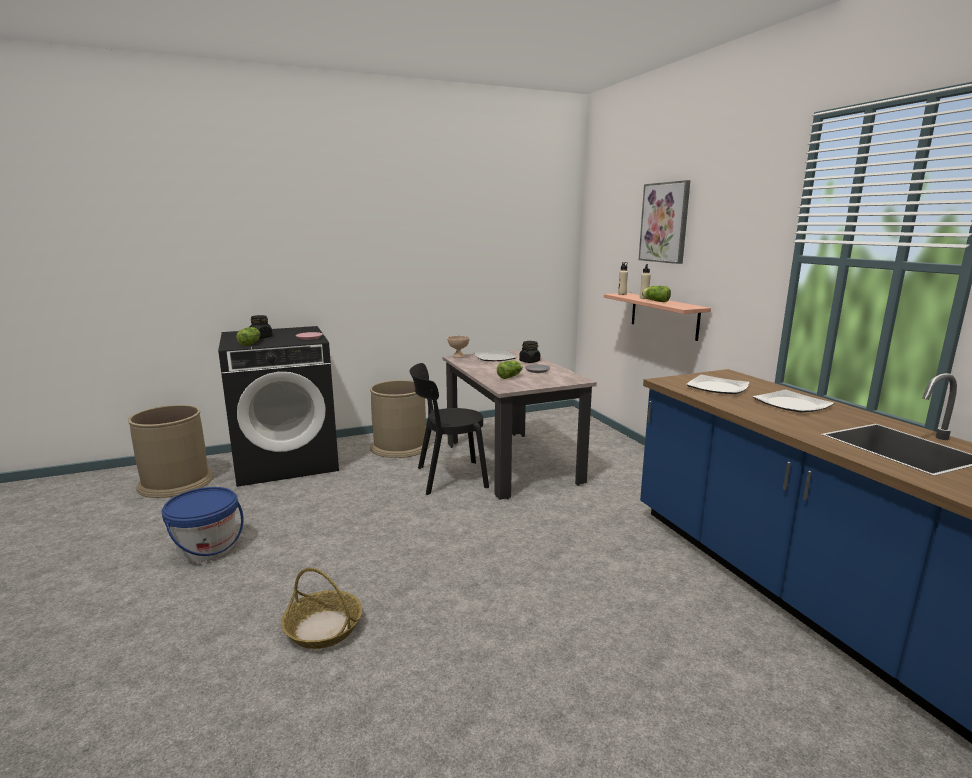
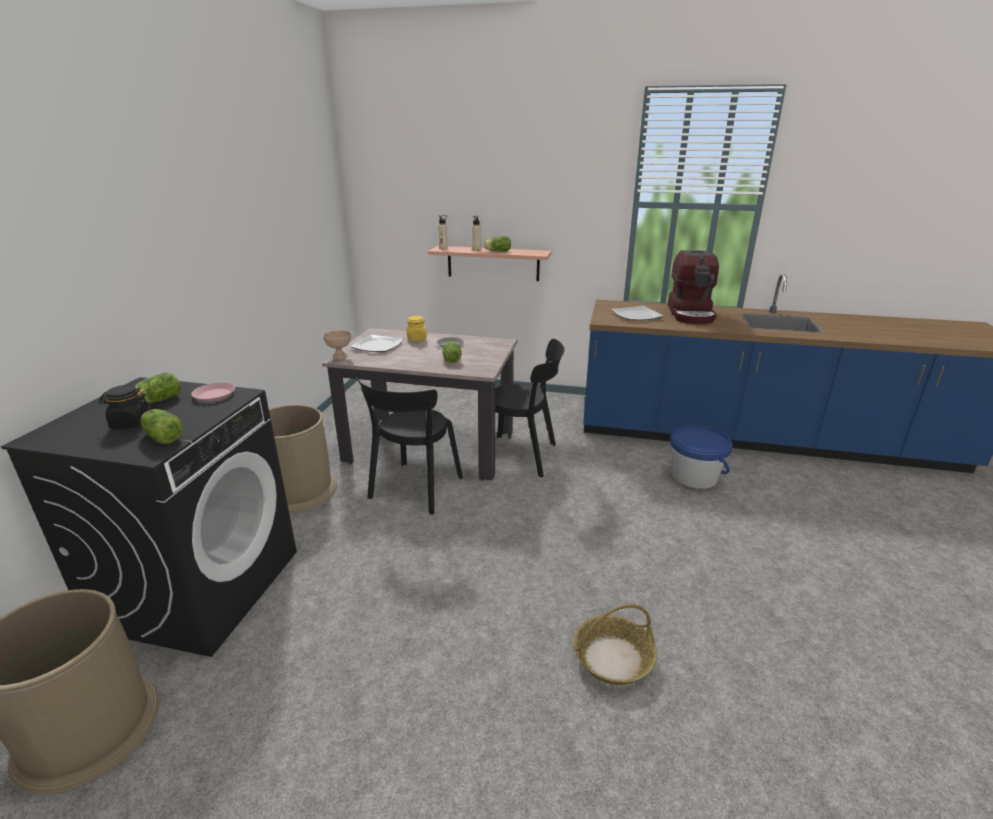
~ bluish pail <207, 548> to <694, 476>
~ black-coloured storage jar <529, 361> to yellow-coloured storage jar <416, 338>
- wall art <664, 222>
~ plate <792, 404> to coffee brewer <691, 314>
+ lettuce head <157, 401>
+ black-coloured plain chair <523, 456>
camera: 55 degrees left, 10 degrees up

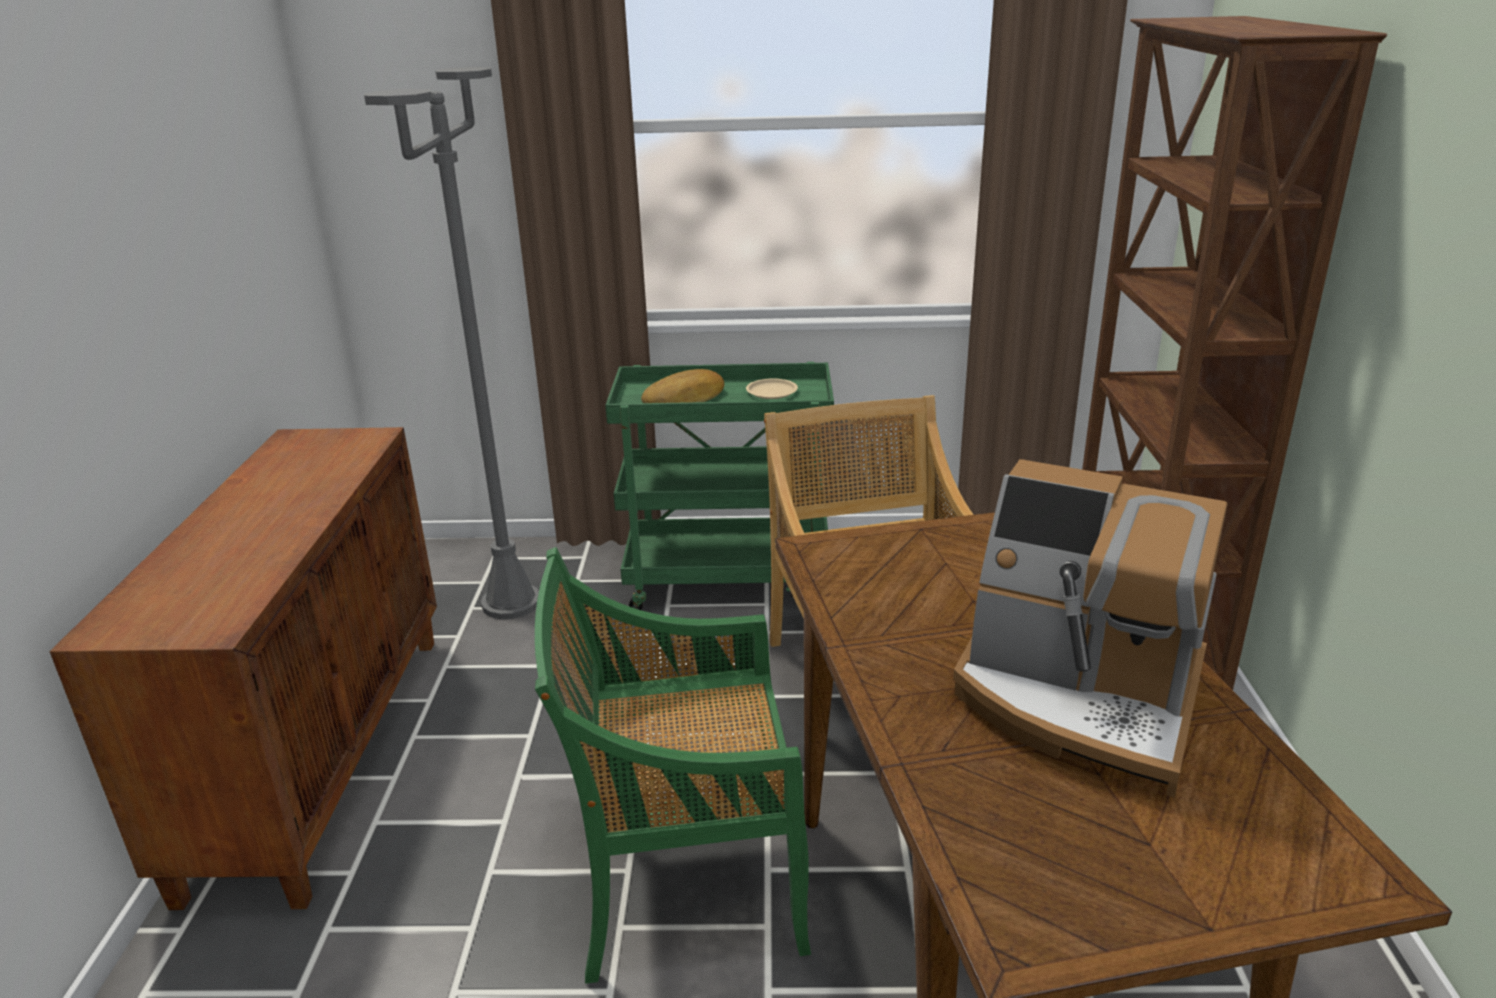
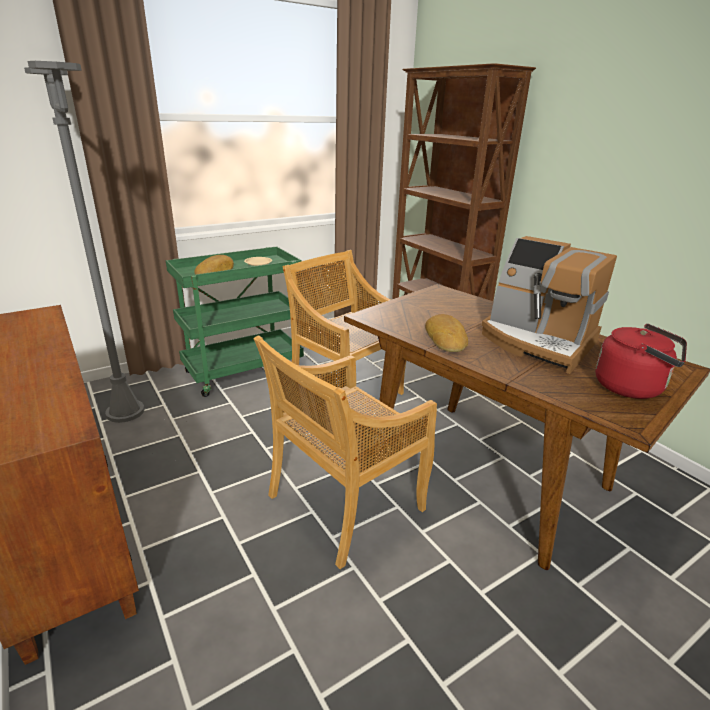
~ green-coloured plain chair <684, 881> to beige plain chair <344, 504>
~ coffee brewer <1079, 699> = <537, 342> 45 degrees clockwise
+ baked bread <447, 339>
+ reddish kettle <632, 388>
camera: 35 degrees left, 0 degrees up

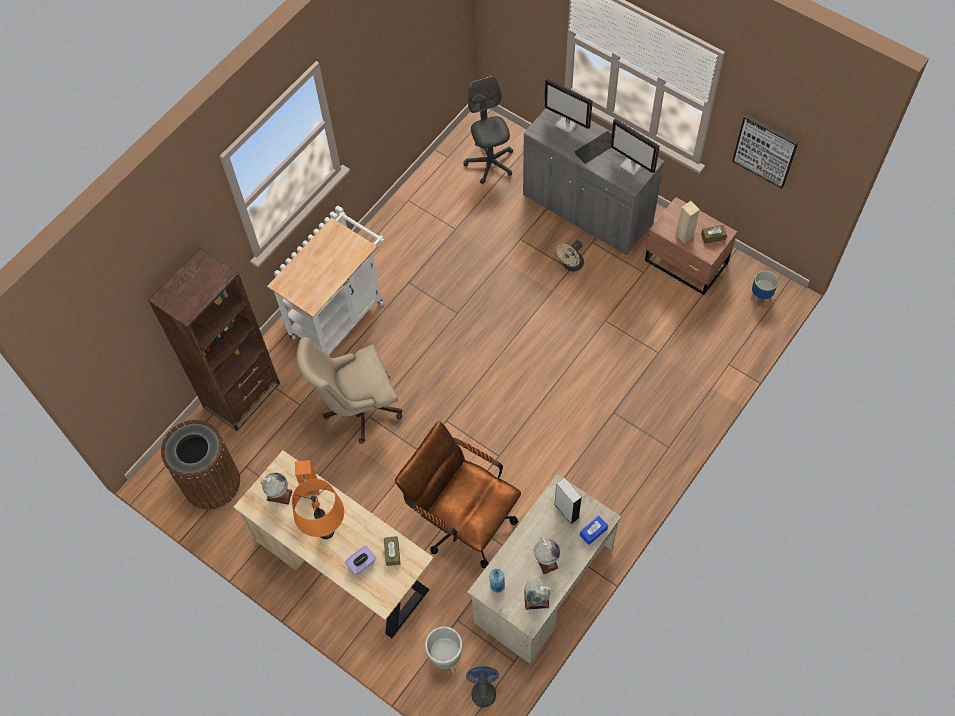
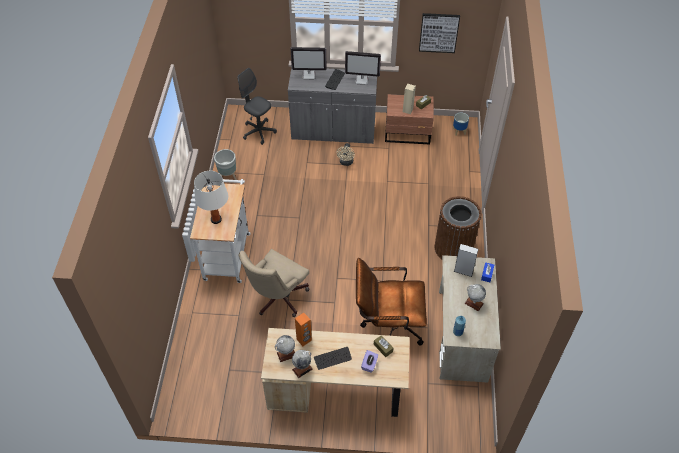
- brownish bookcase <242, 395>
~ brownish waste bin <211, 482> to <453, 248>
~ orange-coloured tabletop lamp <326, 531> to keyboard <332, 358>
~ greyish flower pot <446, 659> to <228, 178>
- bluish cooling fan <483, 690>
~ globe <536, 600> to <302, 369>
+ white tabletop lamp <216, 219>
camera: 35 degrees left, 10 degrees down

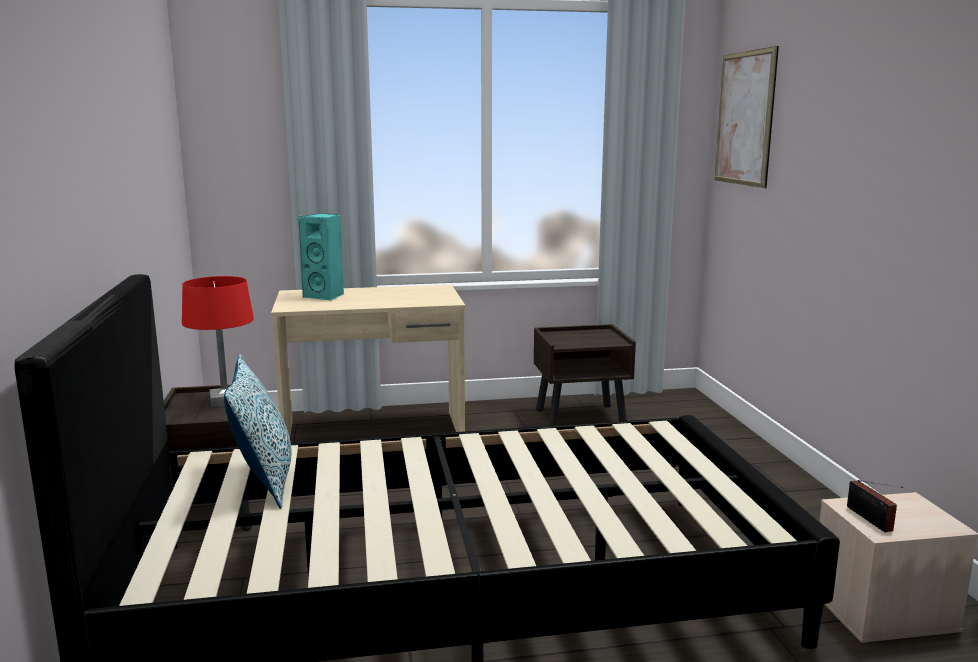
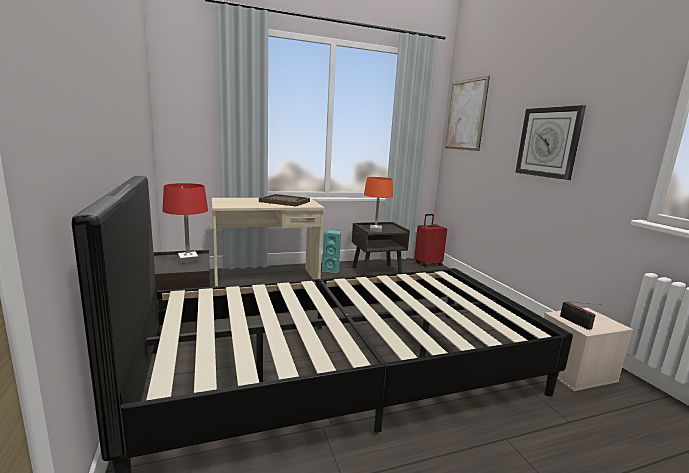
- cushion <265, 481>
~ turquoise loudspeaker <326, 296> to <332, 270>
+ brownish carrying tray <284, 201>
+ orange-coloured tabletop lamp <375, 230>
+ reddish travel case <428, 264>
+ clock on the wall <548, 142>
camera: 10 degrees left, 0 degrees up

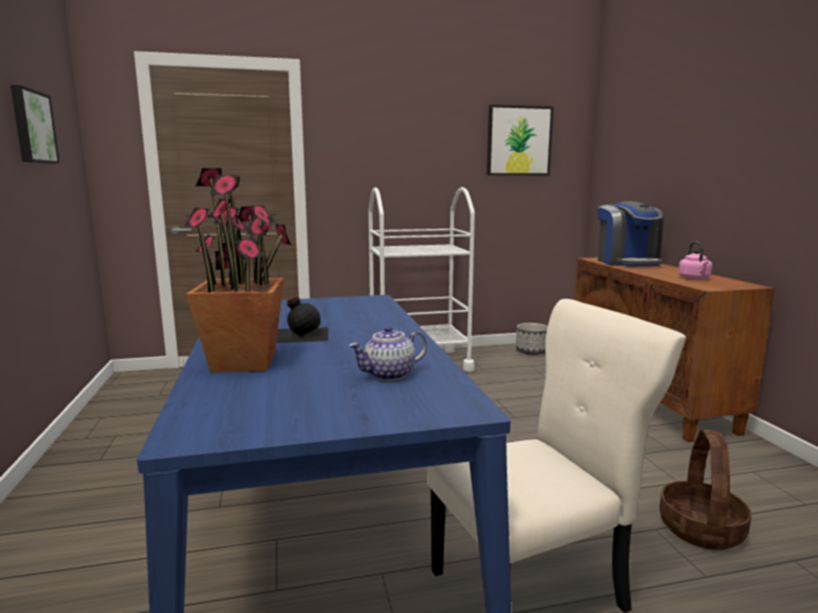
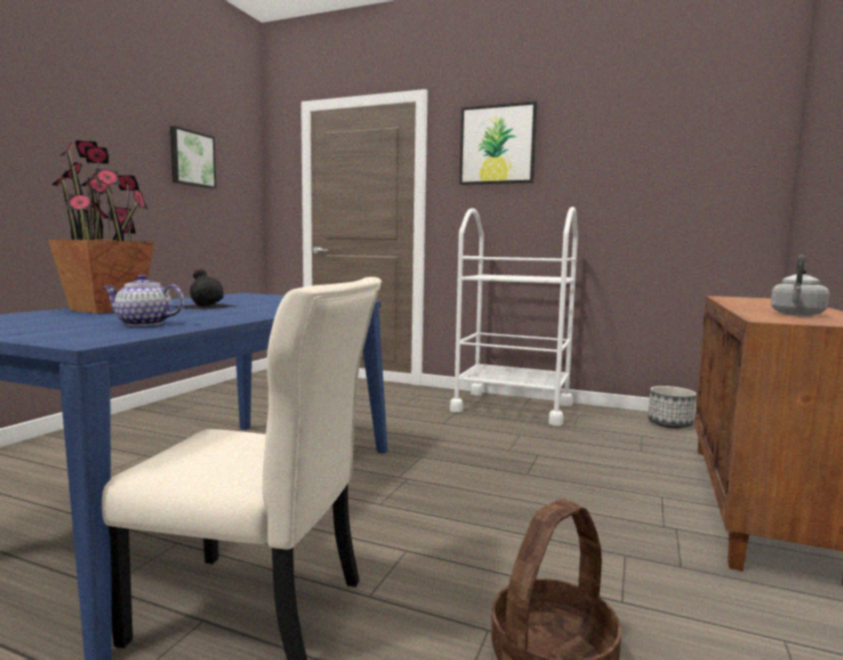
~ wall art <519, 141> to <497, 145>
- coffee brewer <627, 262>
~ pink kettle <694, 278> to greyish kettle <797, 314>
camera: 35 degrees right, 5 degrees down

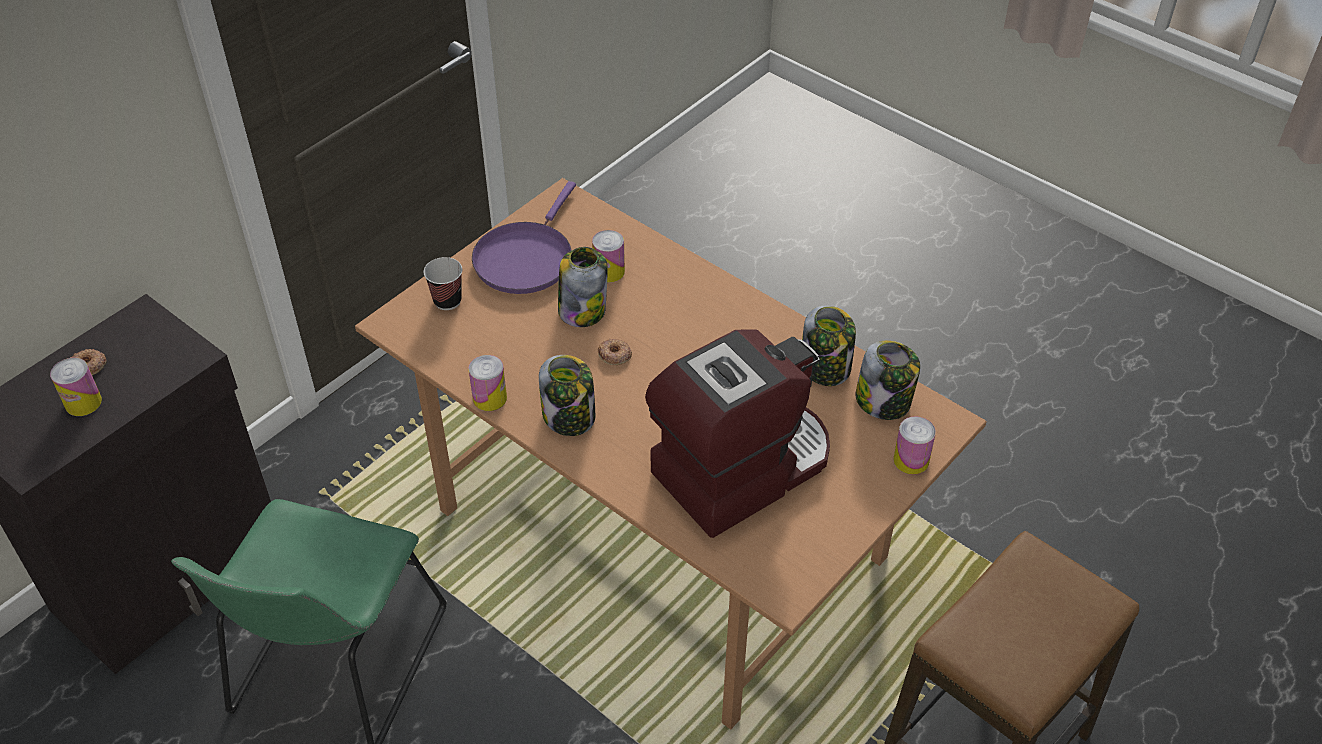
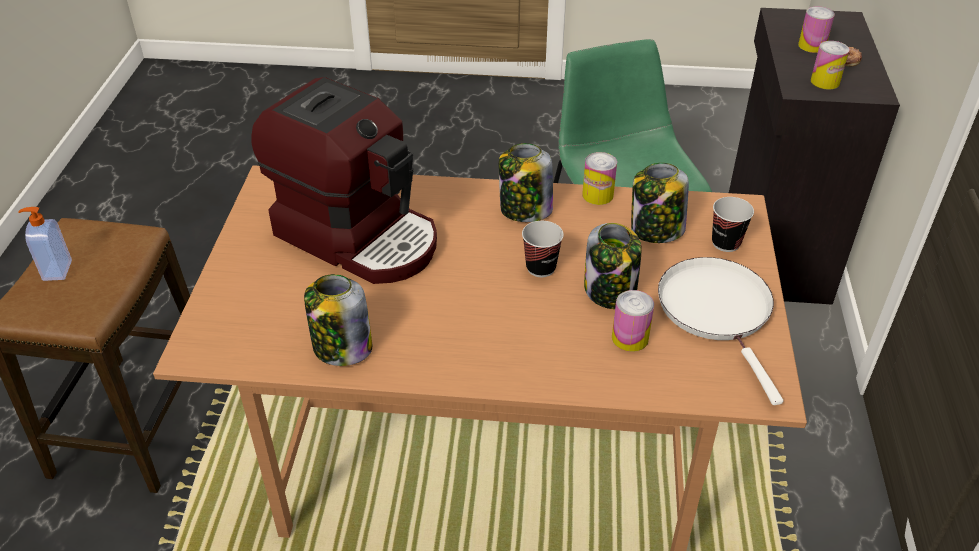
~ purplish frying pan <525, 258> to white frying pan <717, 311>
~ doughnut <614, 355> to small cup <541, 268>
~ coffee brewer <741, 467> = <359, 236> 75 degrees counterclockwise
~ storage jar <884, 401> to <656, 230>
~ metal can <911, 460> to <825, 82>
+ soap dispenser <56, 270>
camera: 145 degrees right, 5 degrees down

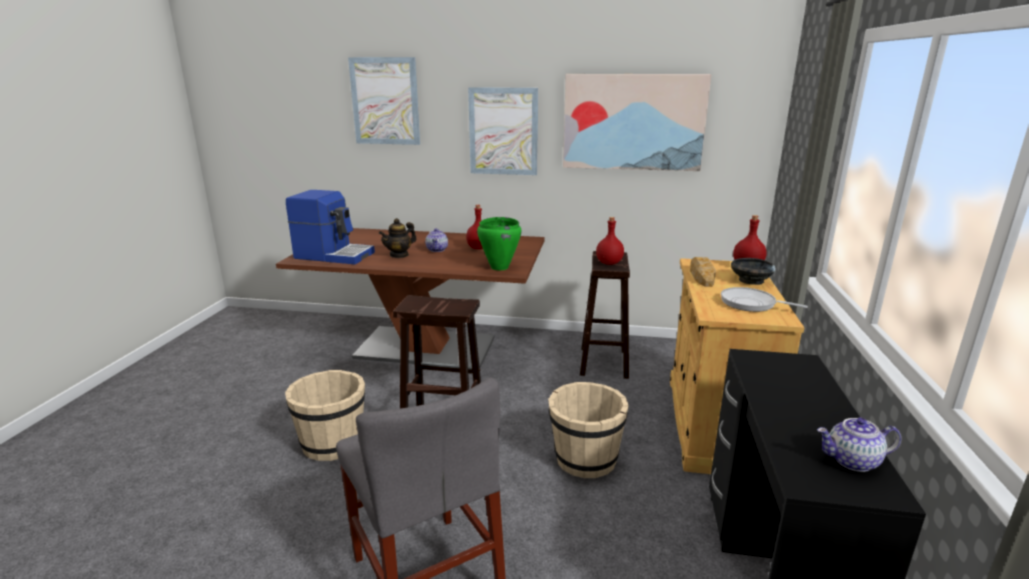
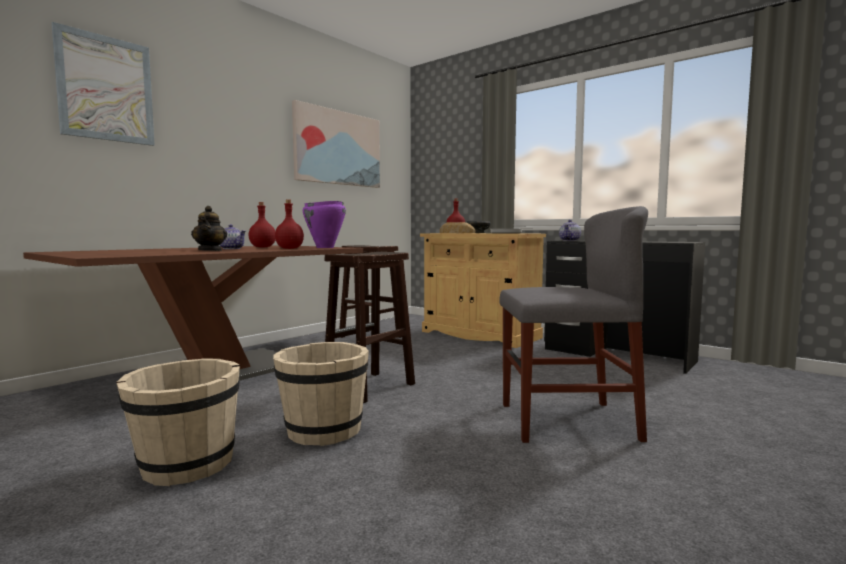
- coffee brewer <334, 255>
- wall art <503, 131>
~ green-coloured stockpot <499, 267> to purplish stockpot <325, 247>
~ beige pail <585, 459> to <186, 465>
~ reddish drink bottle <608, 263> to <289, 248>
~ pot for tea <852, 461> to <570, 240>
camera: 60 degrees left, 15 degrees down

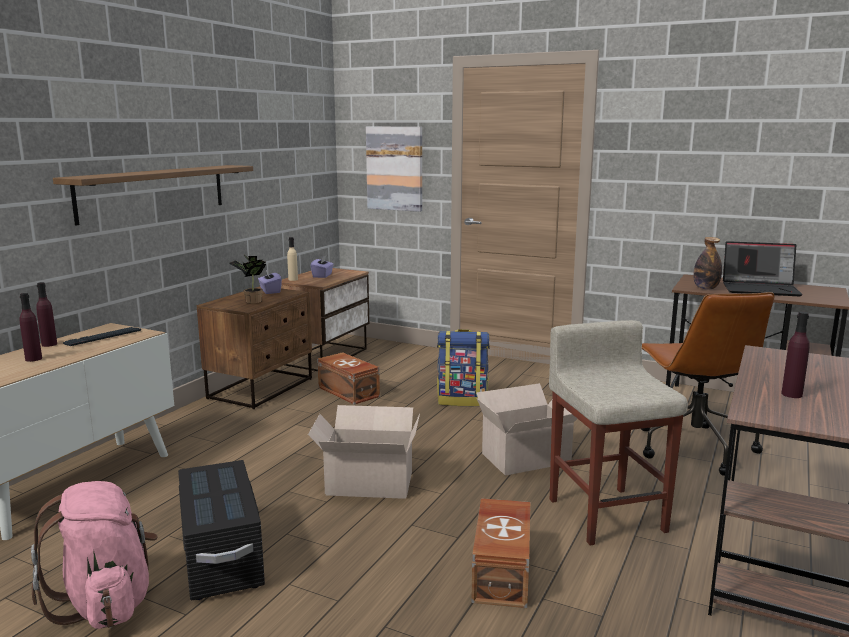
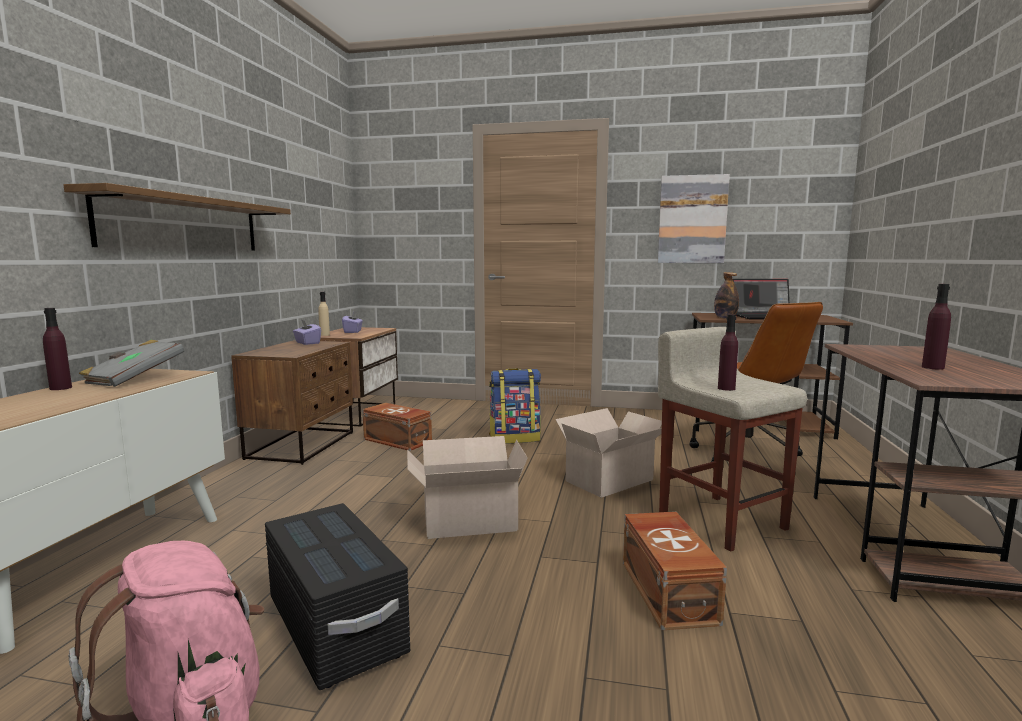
~ purplish drink bottle <33, 359> to <726, 388>
~ keyboard <103, 337> to greyish book <134, 379>
- potted plant <251, 301>
~ wall art <395, 168> to <692, 219>
camera: 15 degrees left, 5 degrees down

